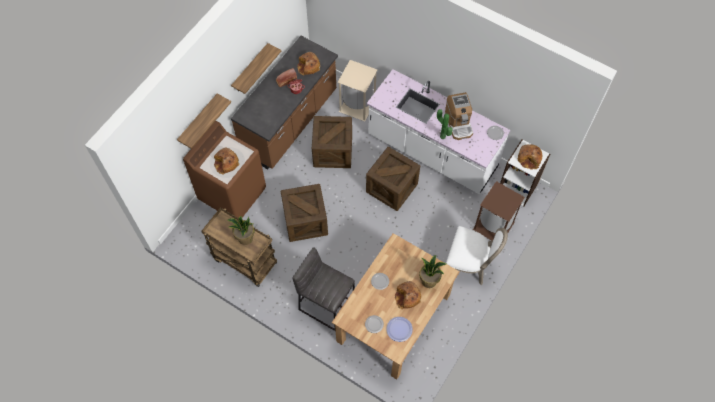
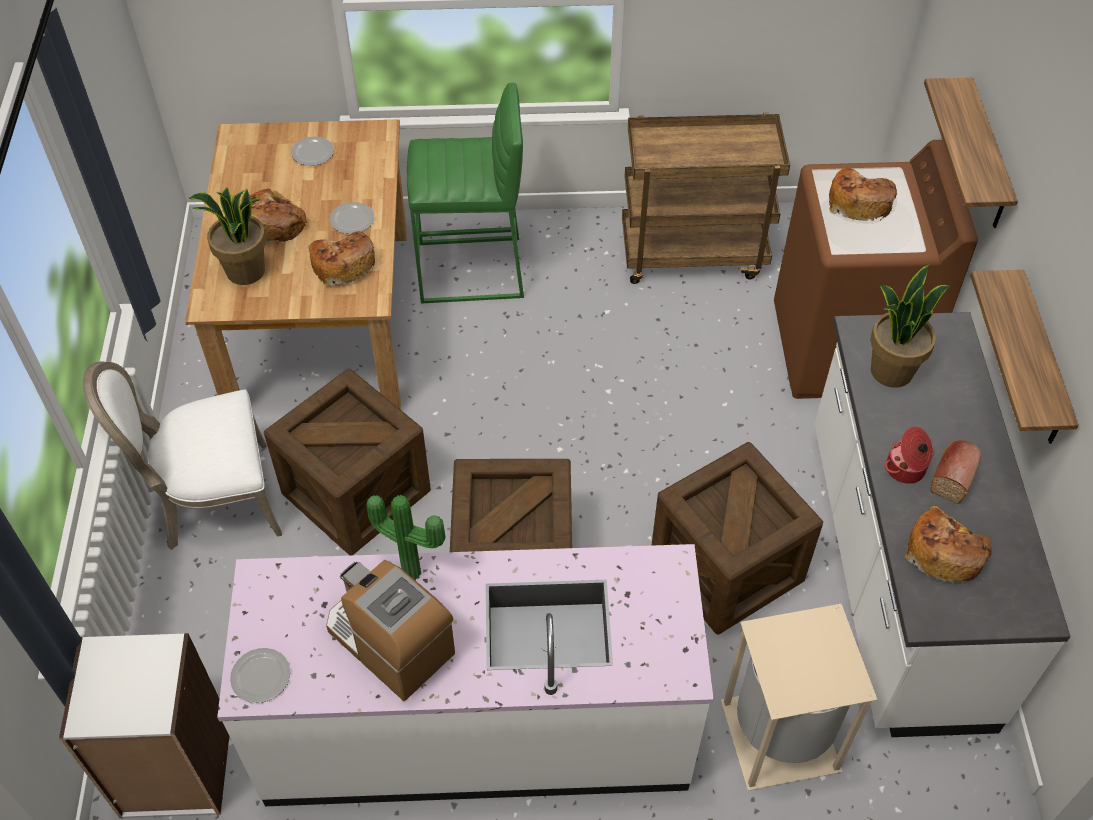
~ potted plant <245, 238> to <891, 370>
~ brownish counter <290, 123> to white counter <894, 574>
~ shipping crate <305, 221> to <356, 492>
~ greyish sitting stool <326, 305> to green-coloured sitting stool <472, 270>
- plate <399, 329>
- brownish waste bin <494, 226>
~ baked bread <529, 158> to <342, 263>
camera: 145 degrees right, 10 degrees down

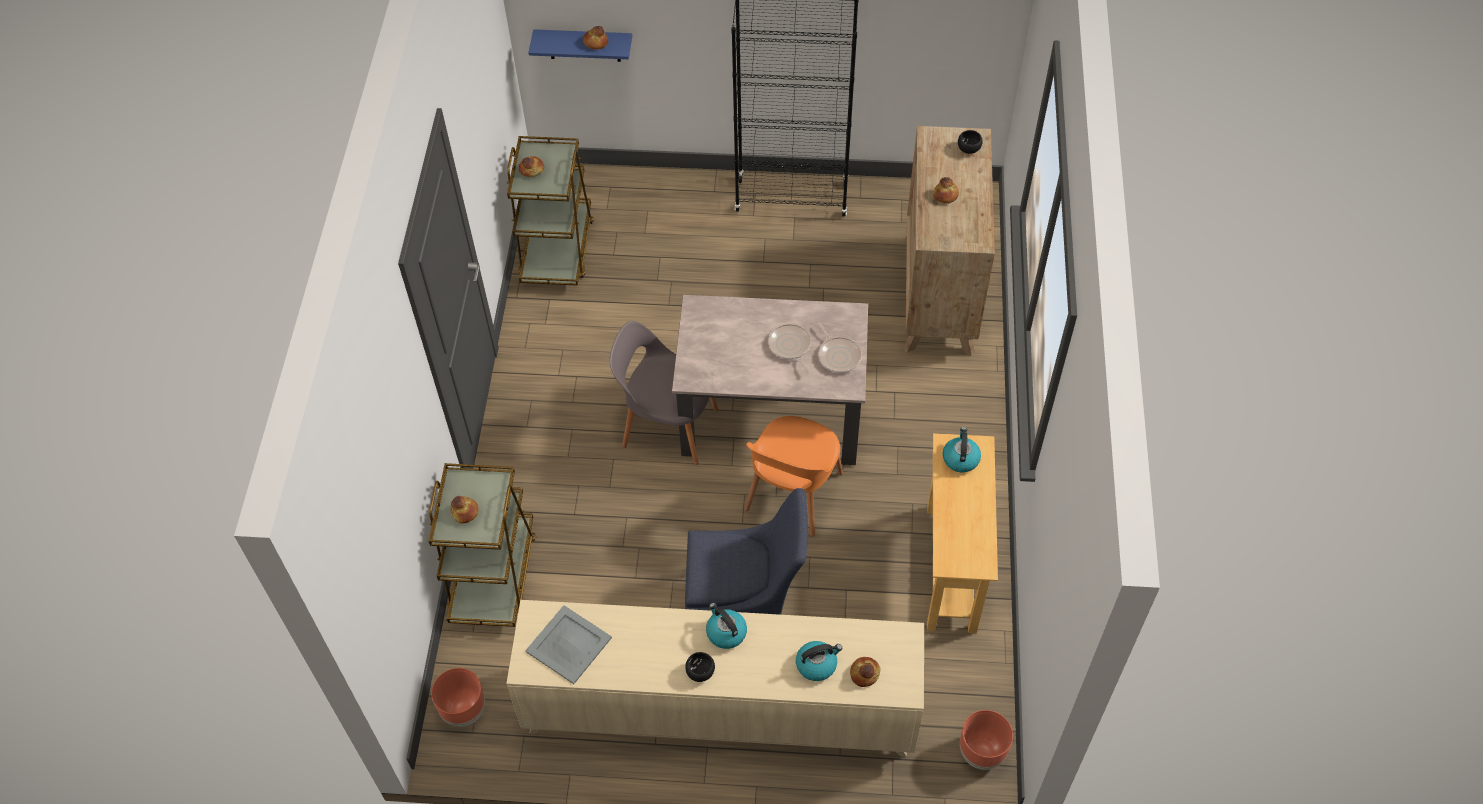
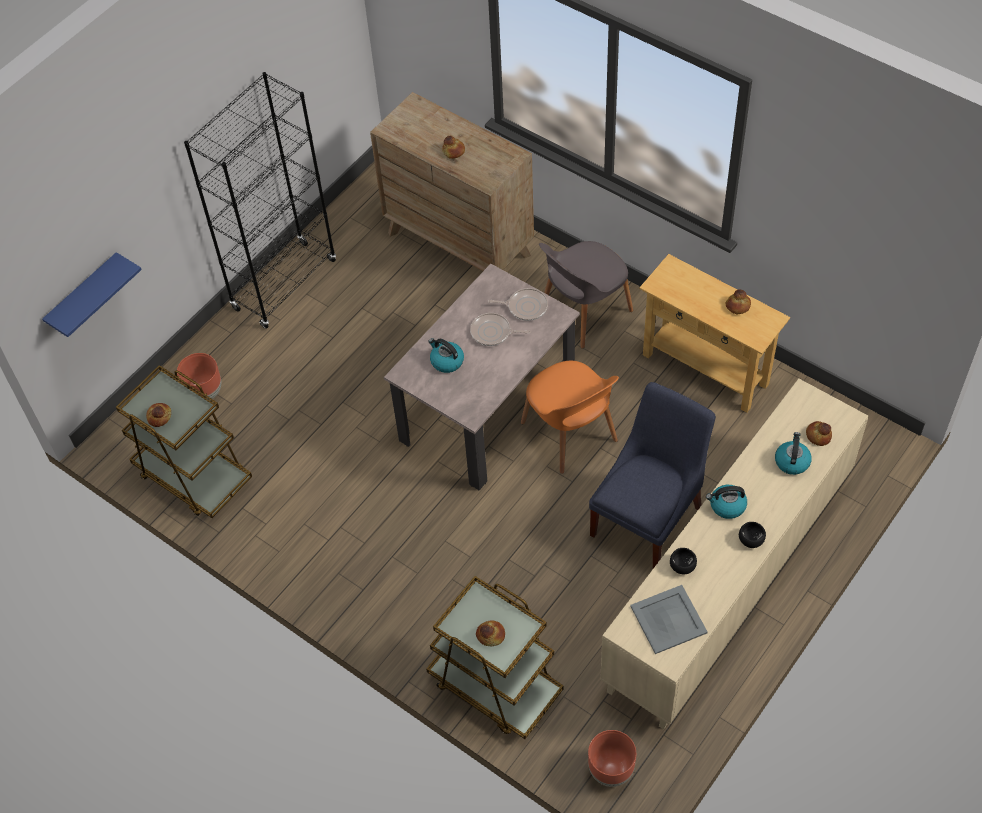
~ baked bread <596, 42> to <737, 306>
~ greyish plain chair <667, 426> to <583, 312>
~ kettle <960, 458> to <446, 361>
~ black-coloured deep dish <969, 148> to <682, 565>
~ brownish flower pot <981, 752> to <204, 392>
camera: 55 degrees left, 0 degrees up

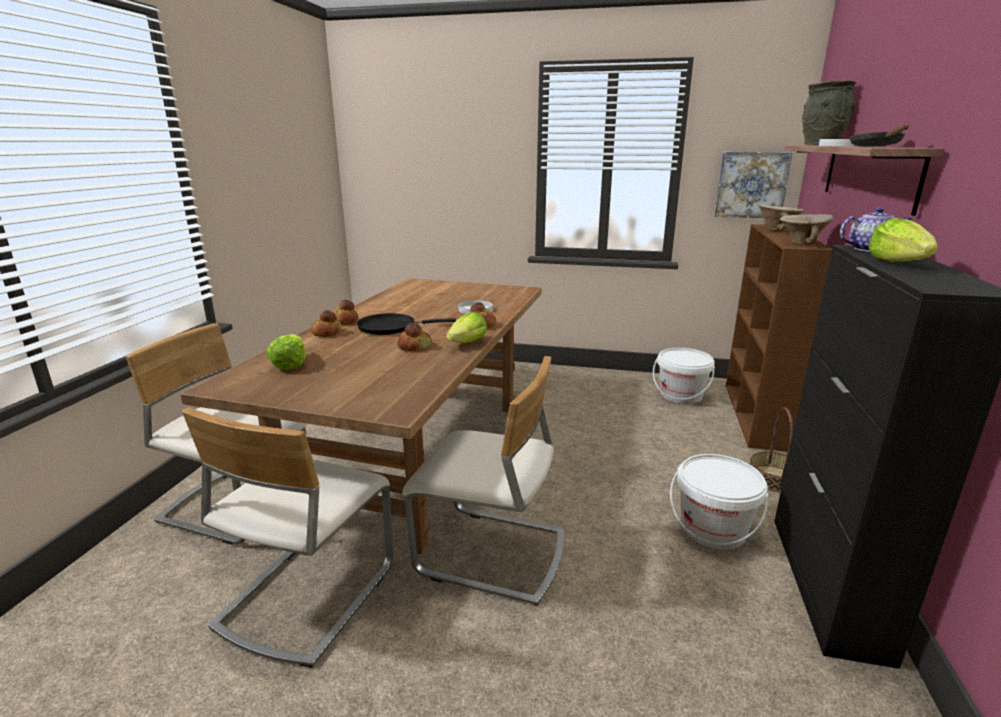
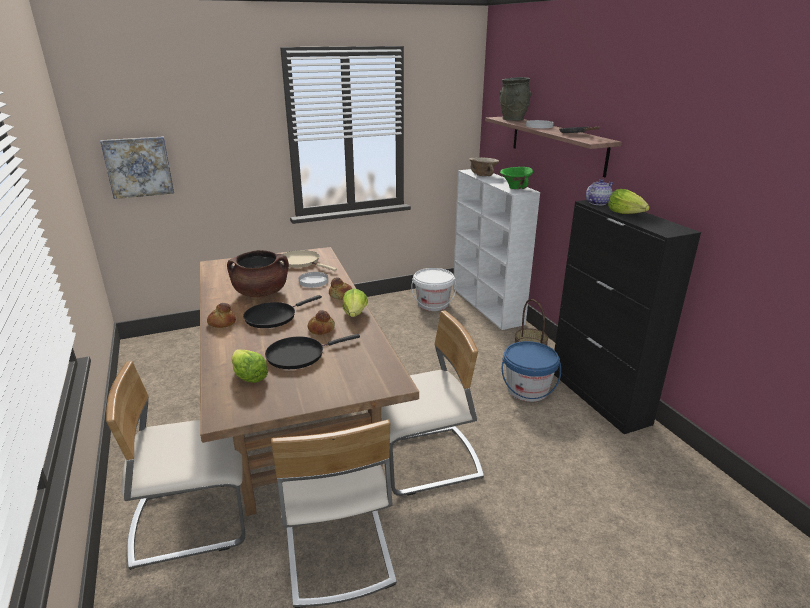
- baked bread <326, 333>
~ white pail <713, 529> to bluish pail <527, 390>
~ wall art <751, 185> to <138, 167>
~ brownish bookcase <755, 415> to white bookcase <487, 306>
~ beige deep dish <800, 243> to green-coloured deep dish <514, 188>
+ brownish stockpot <261, 293>
+ black-coloured frying pan <299, 355>
+ beige frying pan <301, 262>
camera: 35 degrees left, 5 degrees up

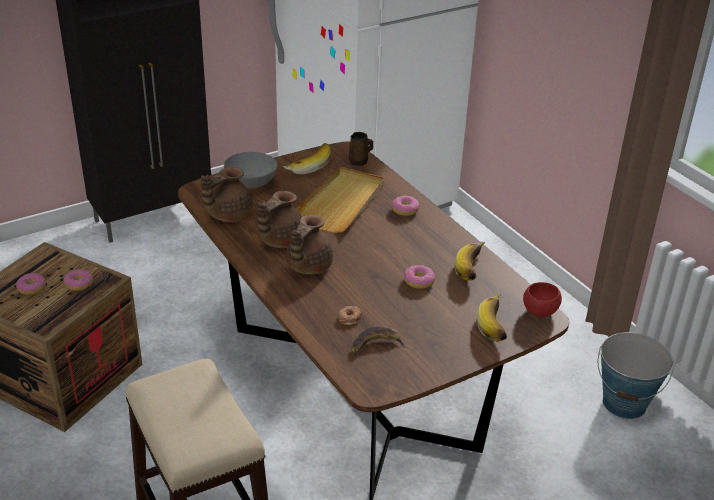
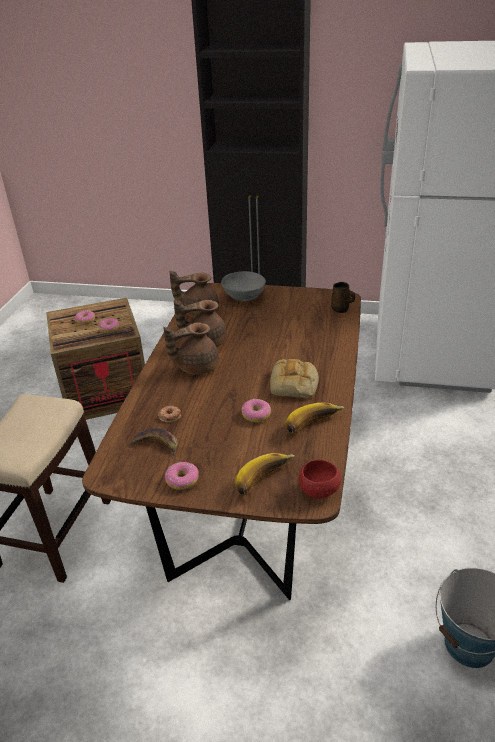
- whole banana <307, 165>
- beige carrying tray <341, 203>
~ doughnut <405, 210> to <182, 480>
+ baked bread <294, 384>
camera: 45 degrees right, 0 degrees up

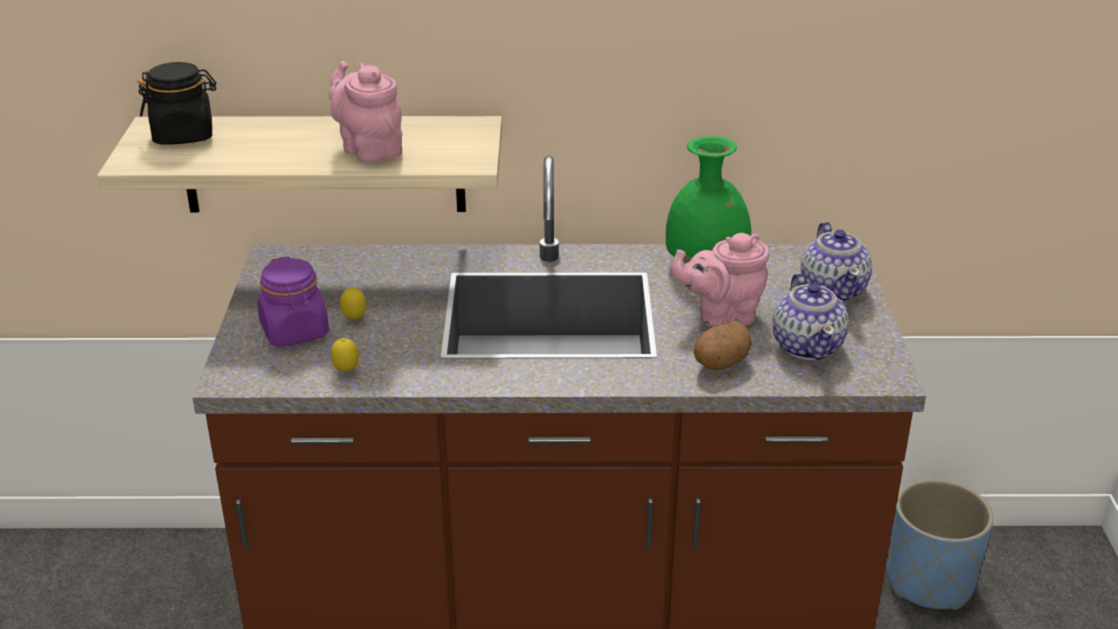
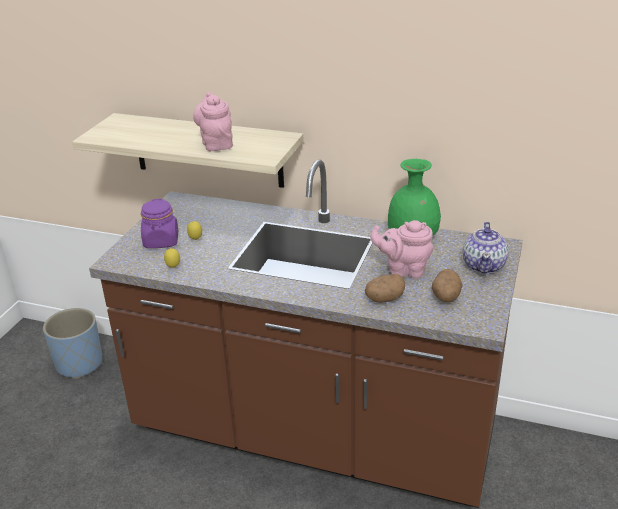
- black-coloured storage jar <184, 135>
~ pot for tea <808, 346> to potato <446, 297>
~ bluish flower pot <929, 582> to <79, 364>
camera: 20 degrees right, 0 degrees up

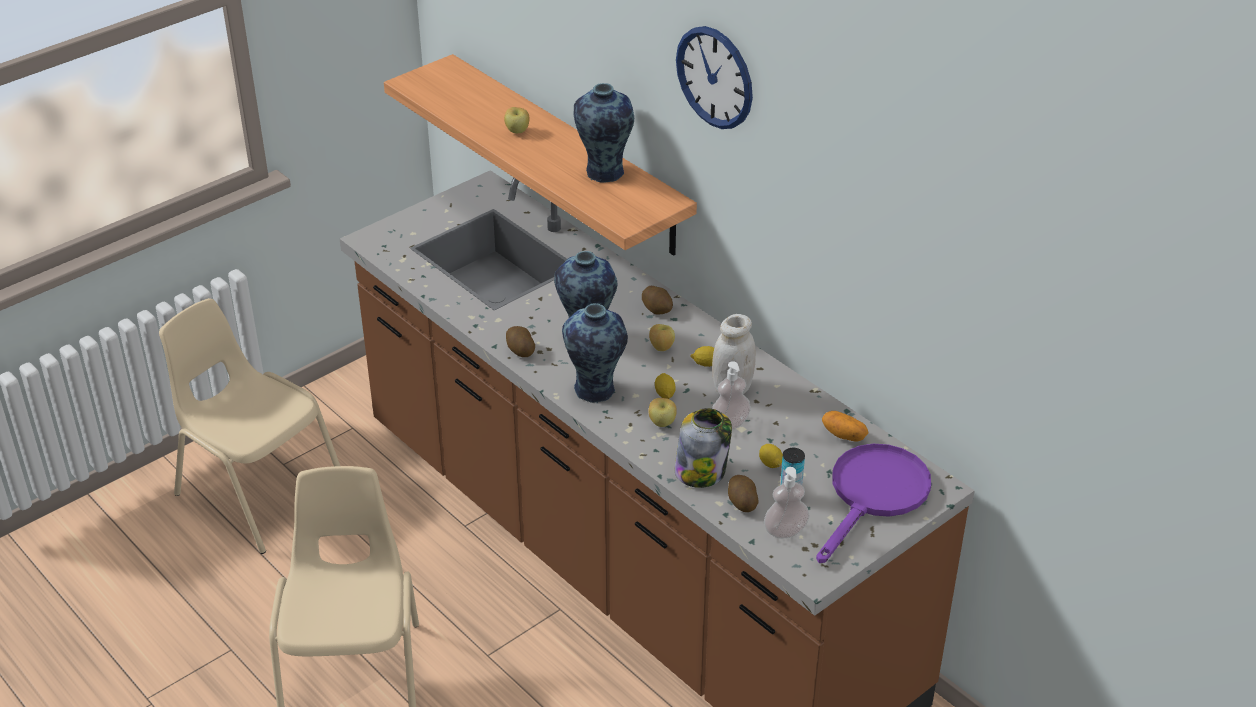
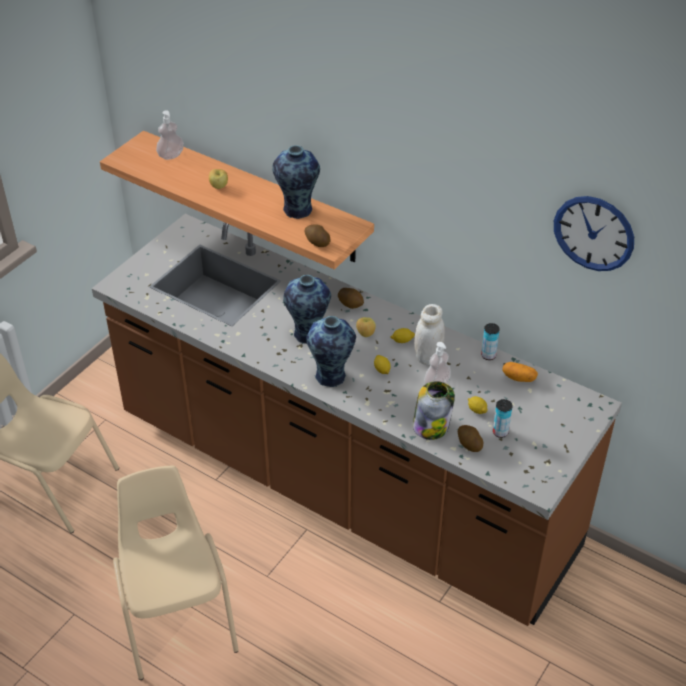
~ potato <520, 350> to <317, 242>
- apple <662, 423>
~ clock on the wall <715, 77> to <593, 233>
~ soap dispenser <785, 531> to <171, 155>
- purplish frying pan <874, 496>
+ metal can <488, 355>
camera: 15 degrees left, 5 degrees up

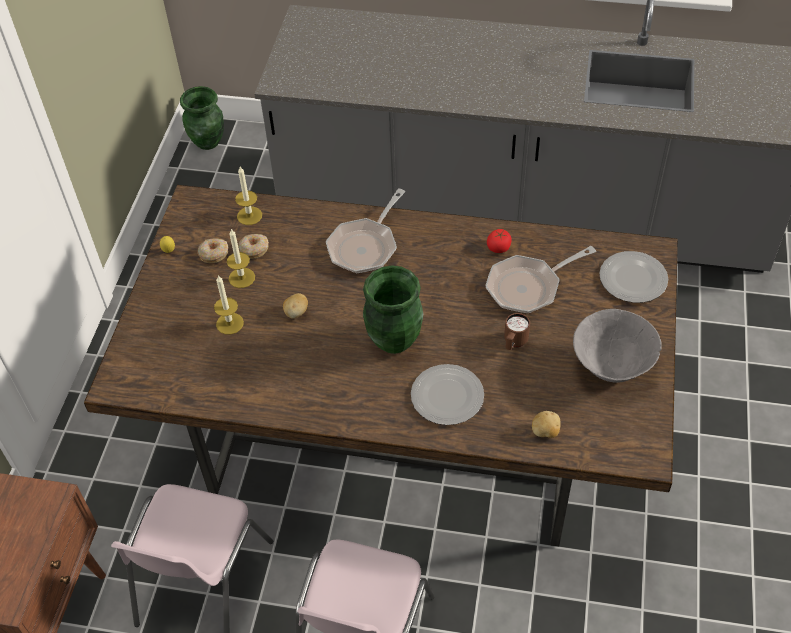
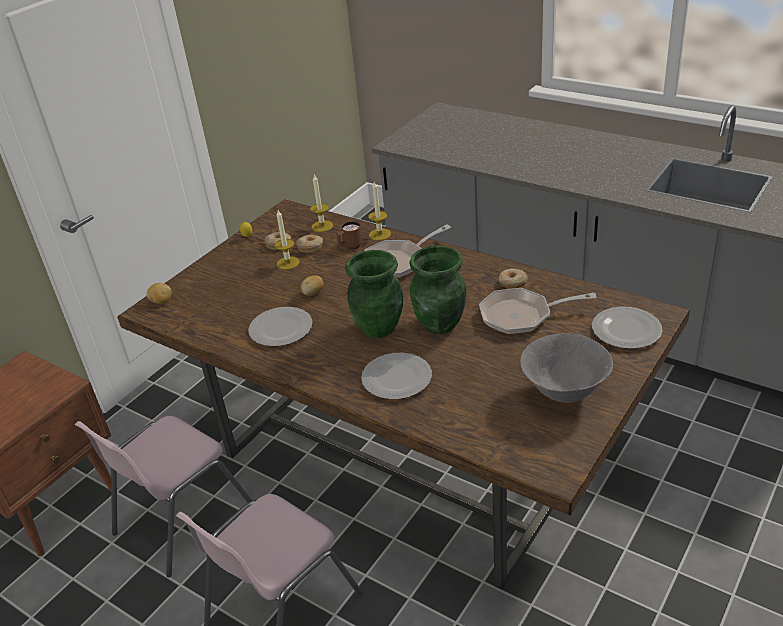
~ green-coloured flower vase <208, 142> to <440, 325>
~ wax light <229, 323> to <379, 234>
~ whole tomato <499, 247> to doughnut <512, 283>
~ brownish tea mug <514, 343> to <350, 247>
~ potato <545, 432> to <161, 301>
+ plate <280, 329>
camera: 25 degrees right, 15 degrees down

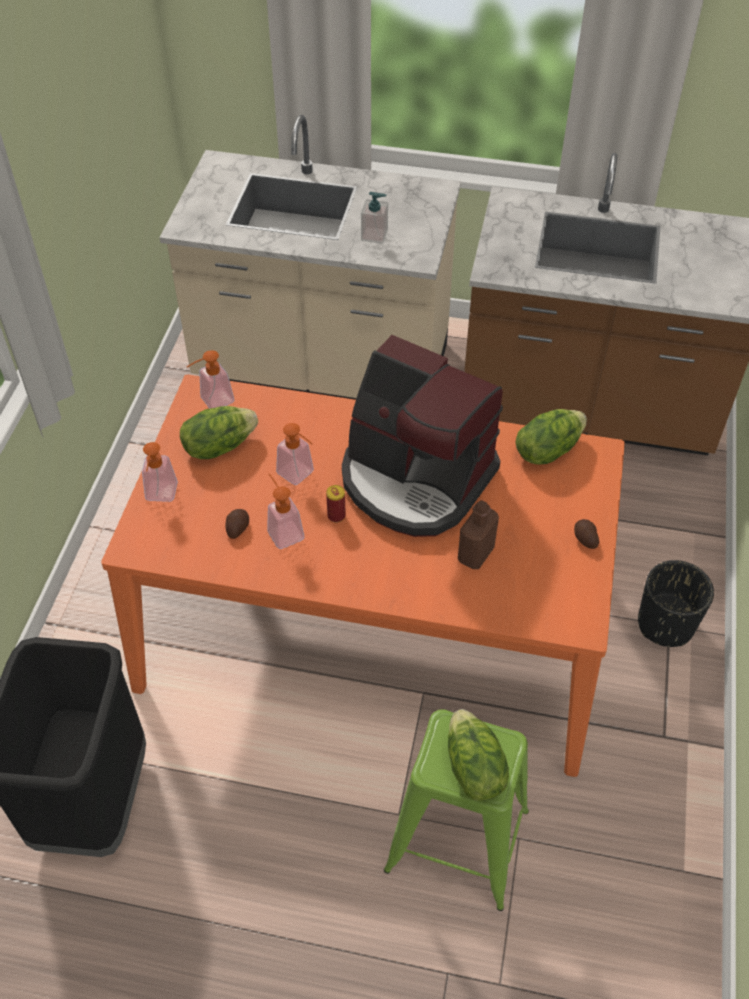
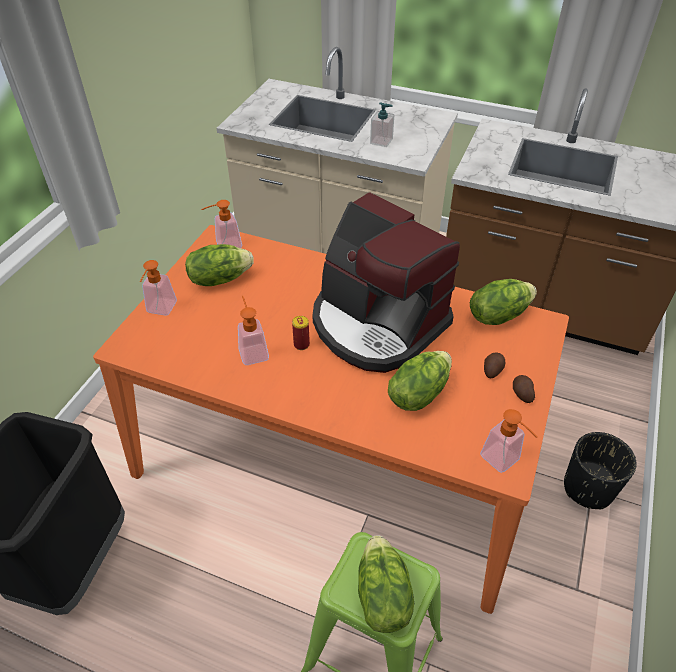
~ potato <237, 528> to <492, 370>
~ soap dispenser <300, 475> to <504, 461>
~ brownish drink bottle <475, 554> to lettuce head <418, 393>
camera: 10 degrees right, 5 degrees down

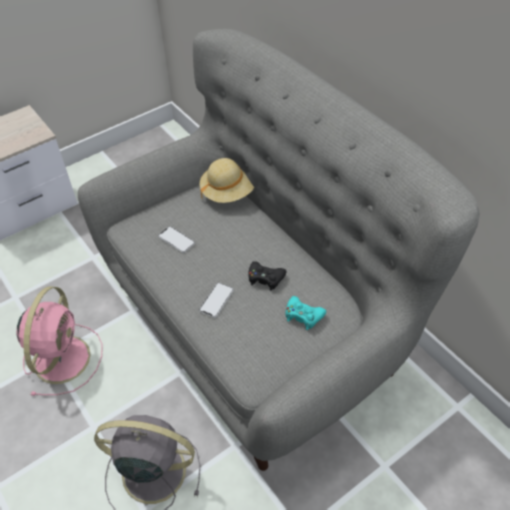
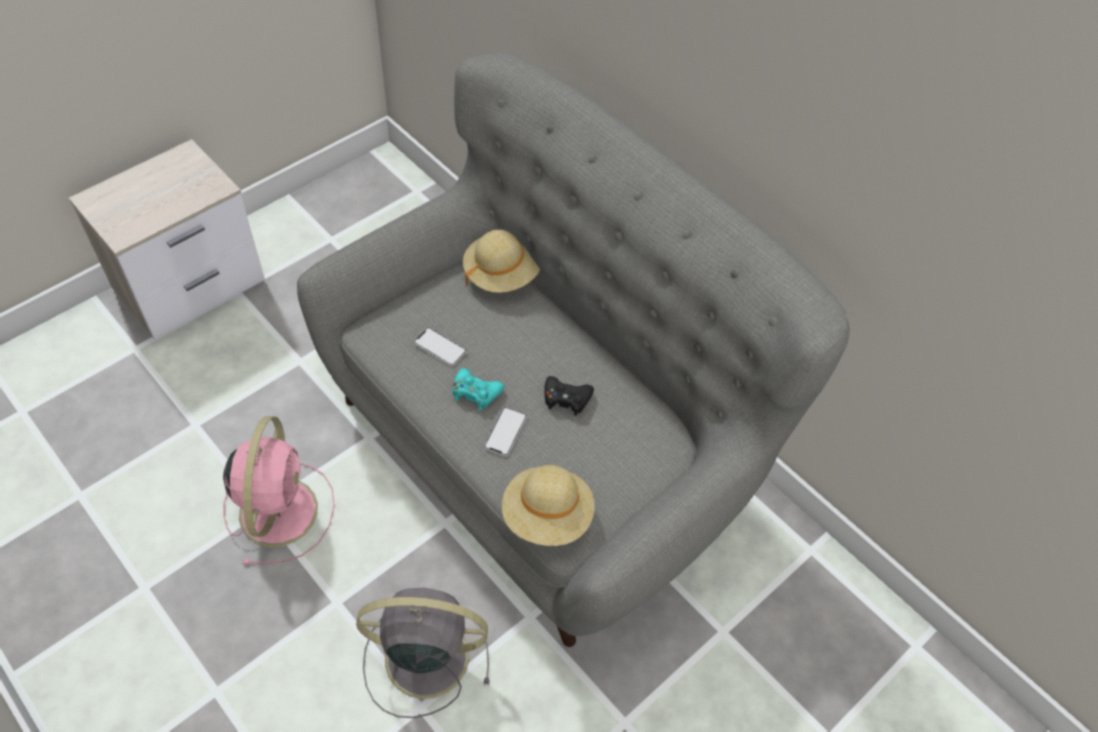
~ turquoise joypad <303, 316> to <475, 392>
+ beige clothing hat <547, 516>
camera: 10 degrees left, 5 degrees up

